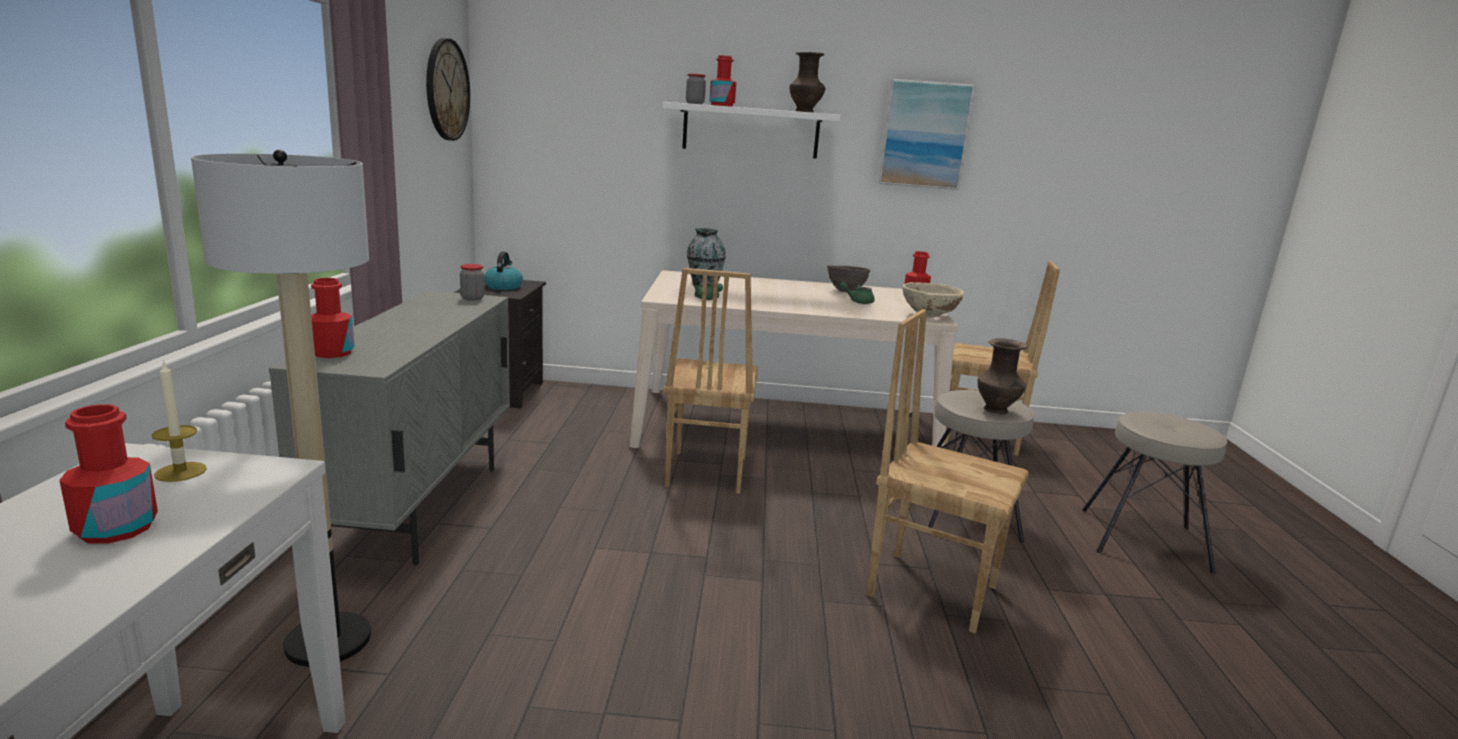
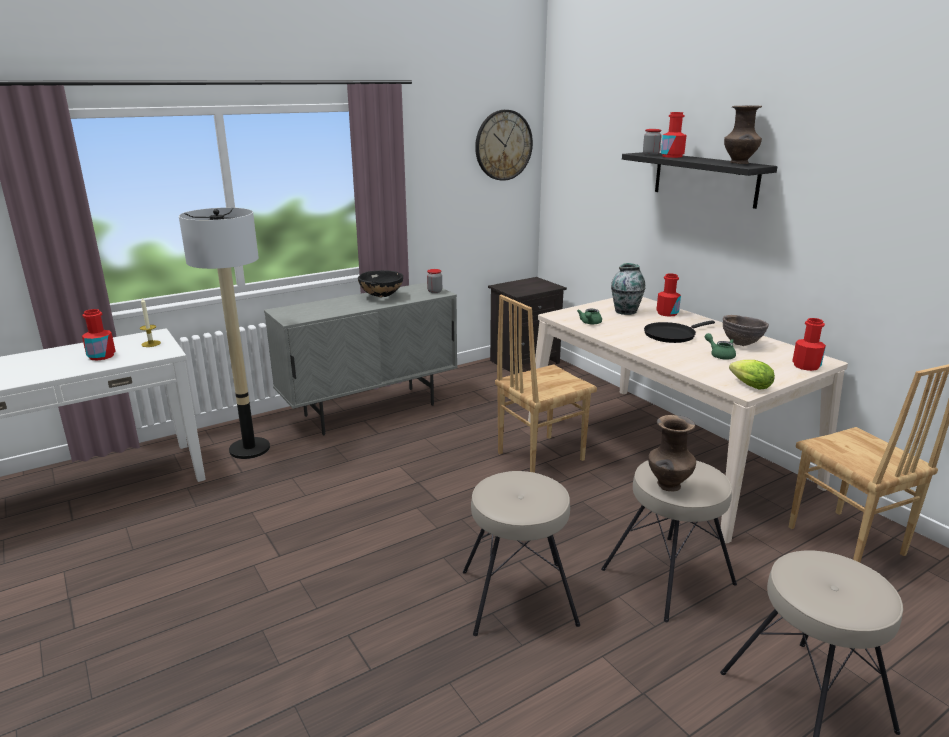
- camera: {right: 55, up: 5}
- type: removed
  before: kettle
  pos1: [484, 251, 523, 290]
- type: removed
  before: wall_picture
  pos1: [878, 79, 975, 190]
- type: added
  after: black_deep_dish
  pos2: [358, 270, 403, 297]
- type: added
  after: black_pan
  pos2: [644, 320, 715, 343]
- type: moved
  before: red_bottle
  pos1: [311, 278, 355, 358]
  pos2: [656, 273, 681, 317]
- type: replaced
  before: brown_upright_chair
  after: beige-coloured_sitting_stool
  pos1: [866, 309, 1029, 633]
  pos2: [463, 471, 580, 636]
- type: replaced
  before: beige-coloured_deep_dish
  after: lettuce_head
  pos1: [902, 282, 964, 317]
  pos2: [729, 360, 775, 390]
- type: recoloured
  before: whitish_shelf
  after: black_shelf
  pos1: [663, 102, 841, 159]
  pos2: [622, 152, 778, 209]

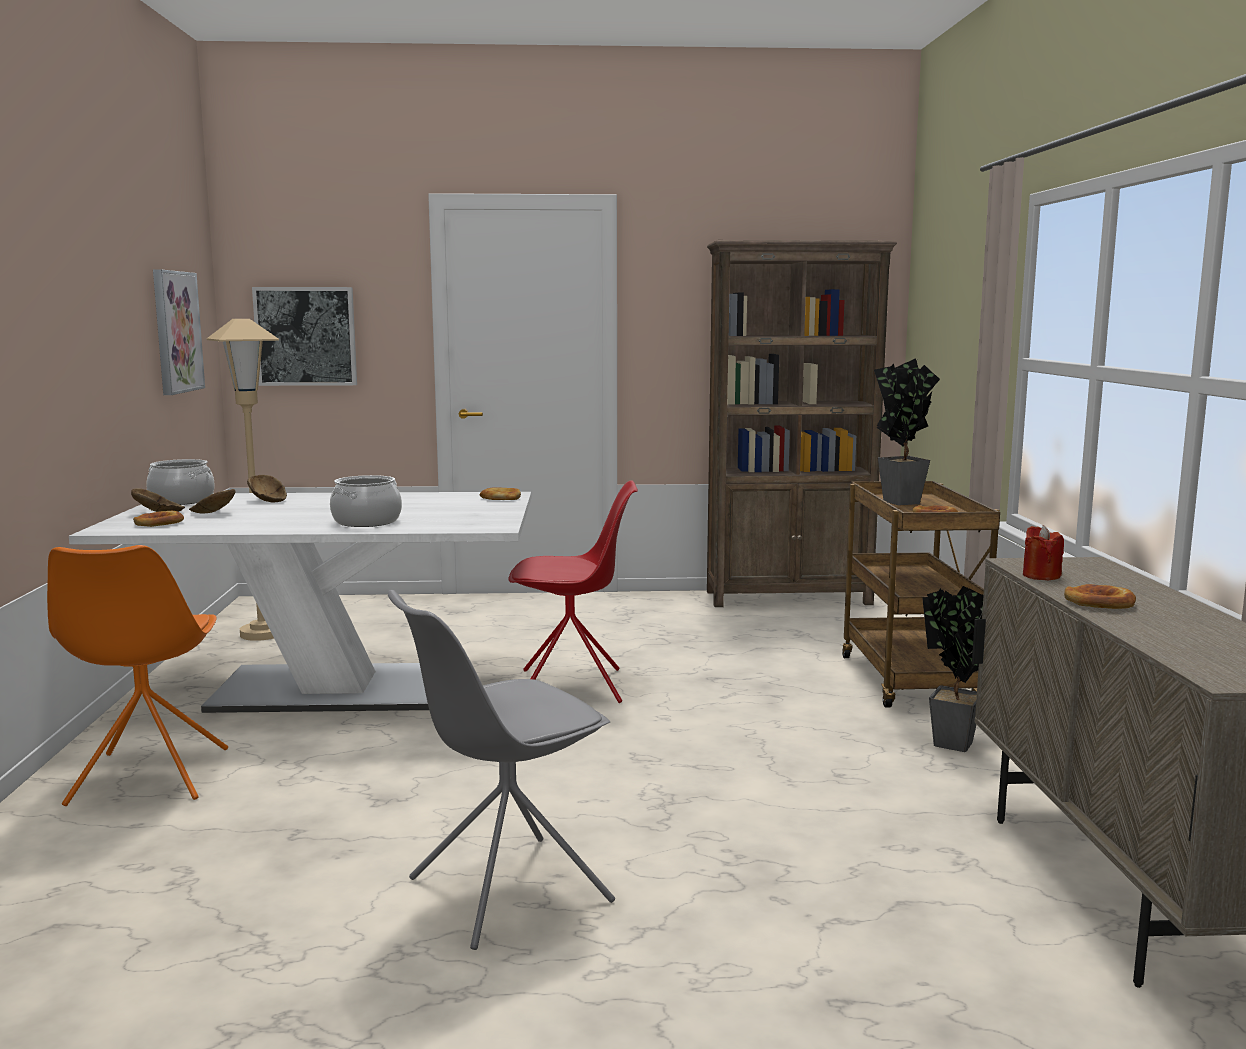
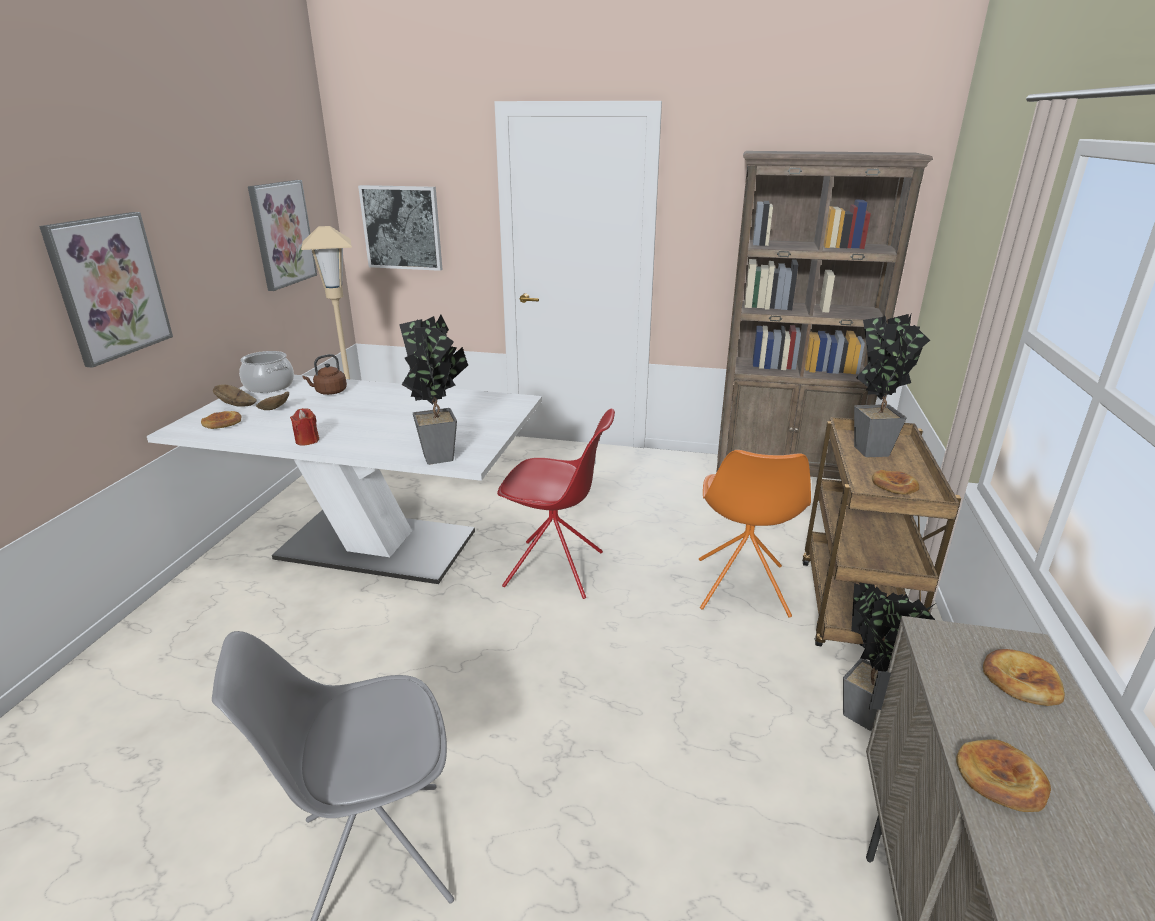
- camera: {right: 15, up: 15}
- type: removed
  before: stockpot
  pos1: [330, 475, 402, 527]
- type: added
  after: wall_picture
  pos2: [39, 212, 173, 368]
- type: added
  after: potted_plant
  pos2: [399, 315, 468, 465]
- type: moved
  before: orangey_upright_chair
  pos1: [47, 545, 228, 806]
  pos2: [699, 450, 811, 618]
- type: moved
  before: bread
  pos1: [480, 487, 521, 500]
  pos2: [983, 649, 1065, 706]
- type: moved
  before: red_wax_light
  pos1: [1023, 525, 1064, 580]
  pos2: [290, 408, 319, 446]
- type: replaced
  before: brown_deep_dish
  after: brown_kettle
  pos1: [247, 475, 287, 503]
  pos2: [303, 354, 347, 395]

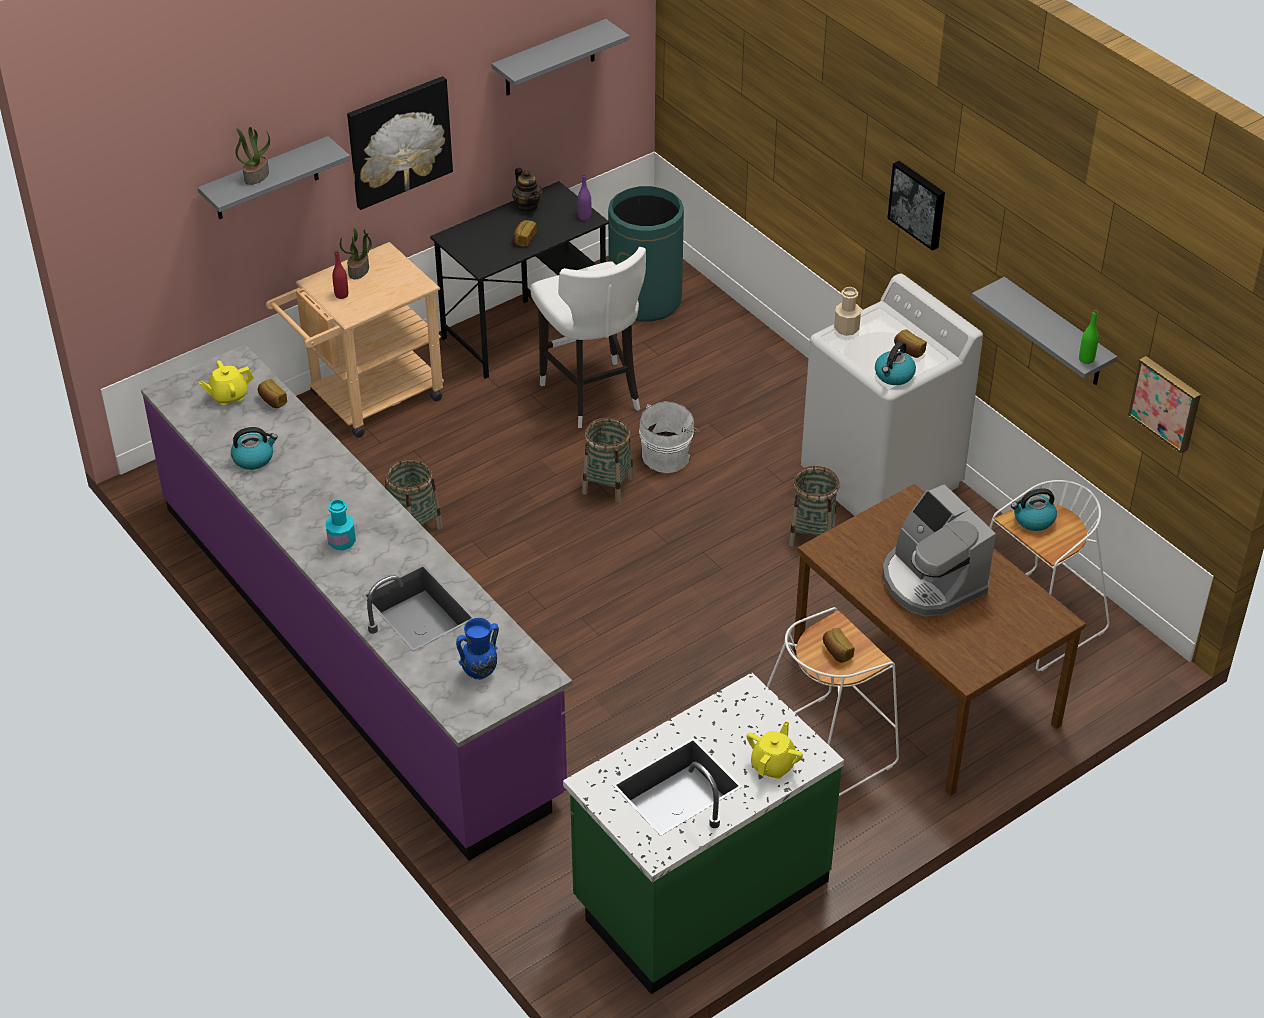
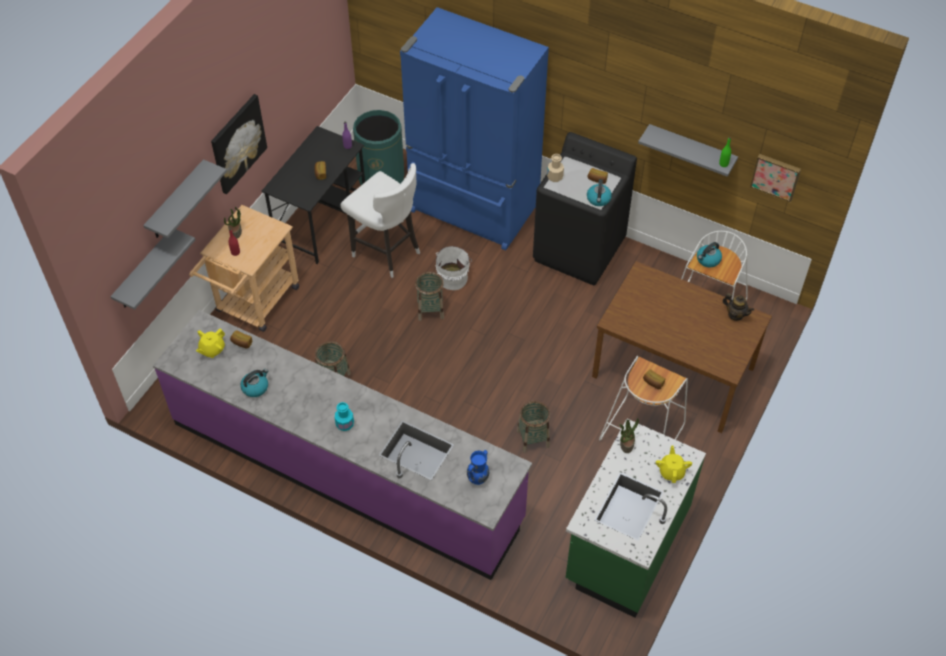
- camera: {right: -25, up: 10}
- type: removed
  before: coffee_brewer
  pos1: [882, 484, 996, 617]
- type: removed
  before: wall_picture
  pos1: [887, 161, 945, 251]
- type: added
  after: bluish_refrigerator
  pos2: [400, 7, 549, 251]
- type: moved
  before: potted_plant
  pos1: [235, 127, 270, 185]
  pos2: [619, 418, 639, 453]
- type: moved
  before: grey_shelf
  pos1: [491, 19, 629, 96]
  pos2: [110, 229, 195, 310]
- type: moved
  before: pot_for_tea
  pos1: [512, 168, 543, 212]
  pos2: [722, 293, 754, 321]
- type: moved
  before: basket
  pos1: [789, 466, 839, 547]
  pos2: [517, 401, 550, 453]
- type: recoloured
  before: whitish_laundry_machine
  after: black_laundry_machine
  pos1: [801, 274, 983, 516]
  pos2: [533, 132, 637, 285]

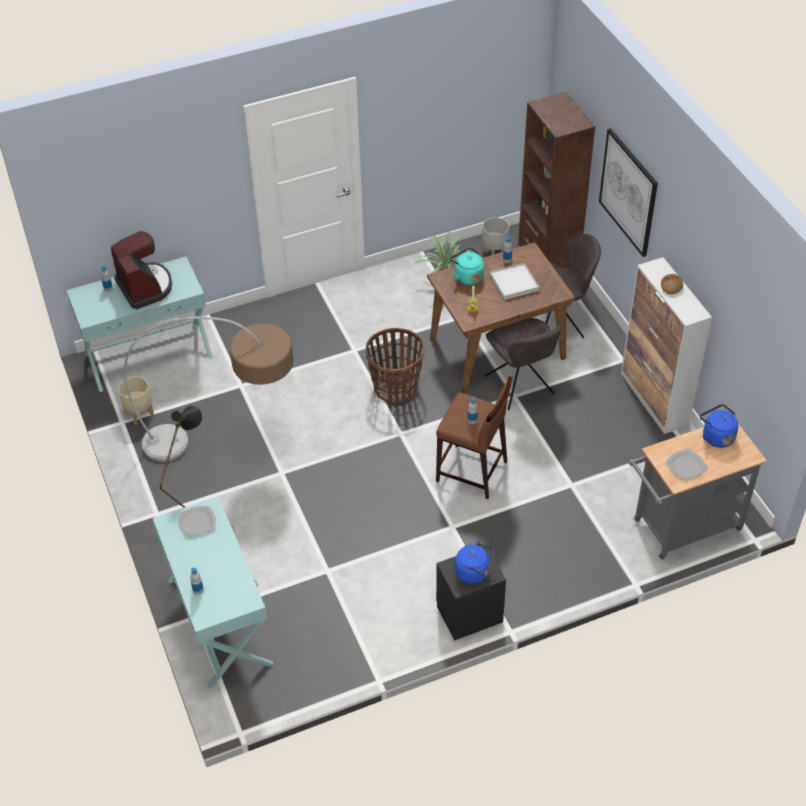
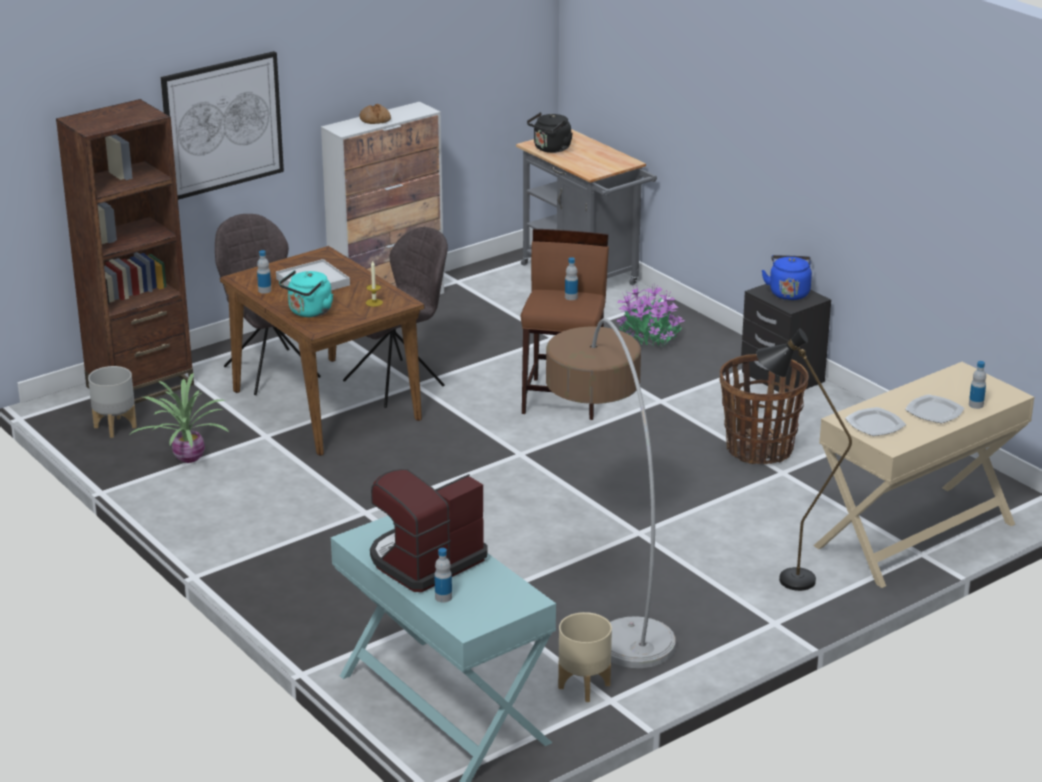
- camera: {right: -105, up: -20}
- type: added
  after: potted_plant
  pos2: [617, 283, 685, 346]
- type: moved
  before: basket
  pos1: [366, 328, 424, 404]
  pos2: [720, 354, 809, 464]
- type: moved
  before: dinner_plate
  pos1: [665, 449, 708, 481]
  pos2: [905, 394, 964, 424]
- type: recoloured
  before: turquoise_hall_table
  after: beige-coloured_hall_table
  pos1: [153, 496, 274, 689]
  pos2: [813, 362, 1034, 588]
- type: recoloured
  before: bluish_kettle
  after: black_kettle
  pos1: [700, 404, 738, 448]
  pos2: [527, 112, 573, 153]

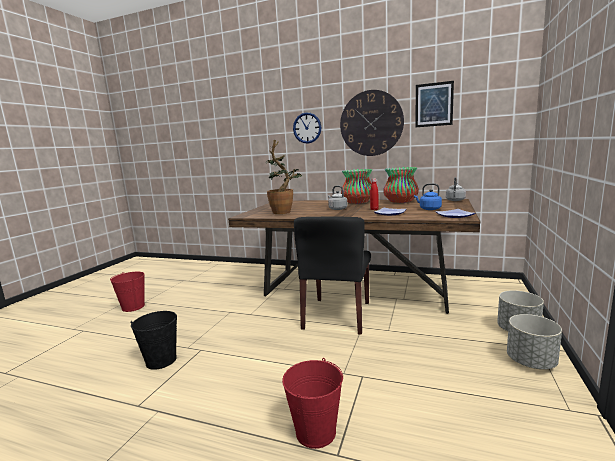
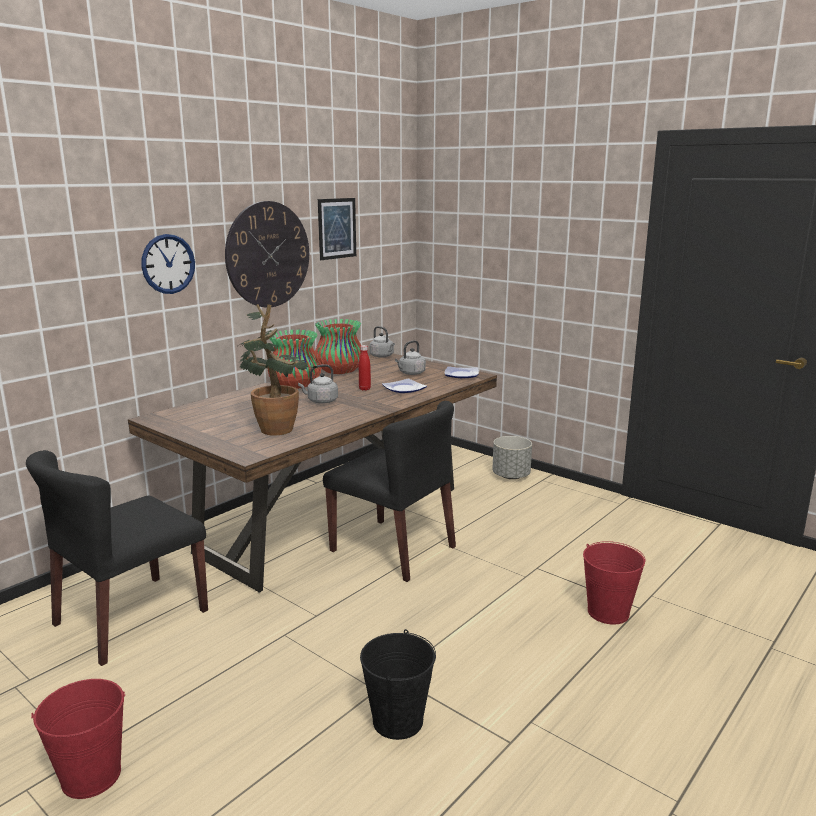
- camera: {right: -70, up: 5}
- type: removed
  before: grey_planter
  pos1: [507, 314, 562, 369]
- type: added
  after: black_upright_chair
  pos2: [26, 450, 208, 666]
- type: recoloured
  before: bluish_kettle
  after: grey_kettle
  pos1: [414, 183, 442, 210]
  pos2: [395, 340, 426, 375]

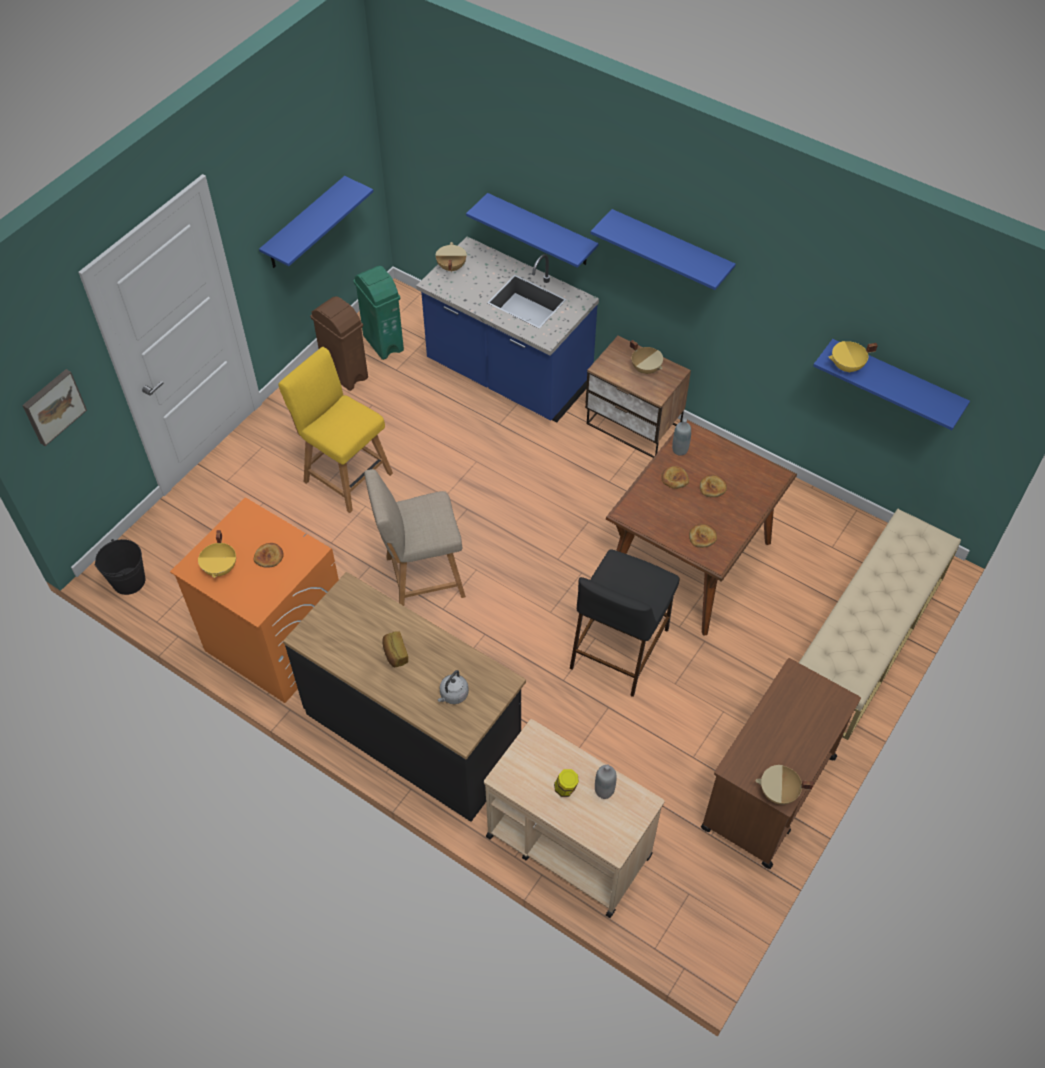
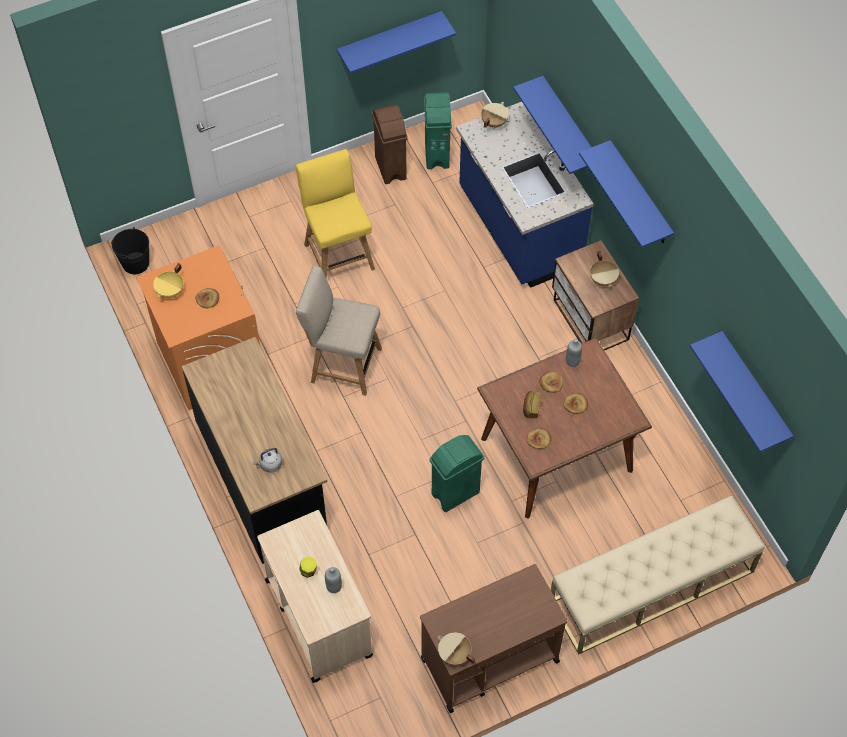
- camera: {right: 30, up: 5}
- type: removed
  before: wall_picture
  pos1: [22, 369, 87, 446]
- type: removed
  before: yellow-coloured_stockpot
  pos1: [829, 341, 878, 373]
- type: moved
  before: bread
  pos1: [382, 632, 408, 667]
  pos2: [523, 391, 542, 419]
- type: replaced
  before: black_sitting_stool
  after: green_waste_bin
  pos1: [570, 549, 679, 697]
  pos2: [429, 435, 484, 512]

